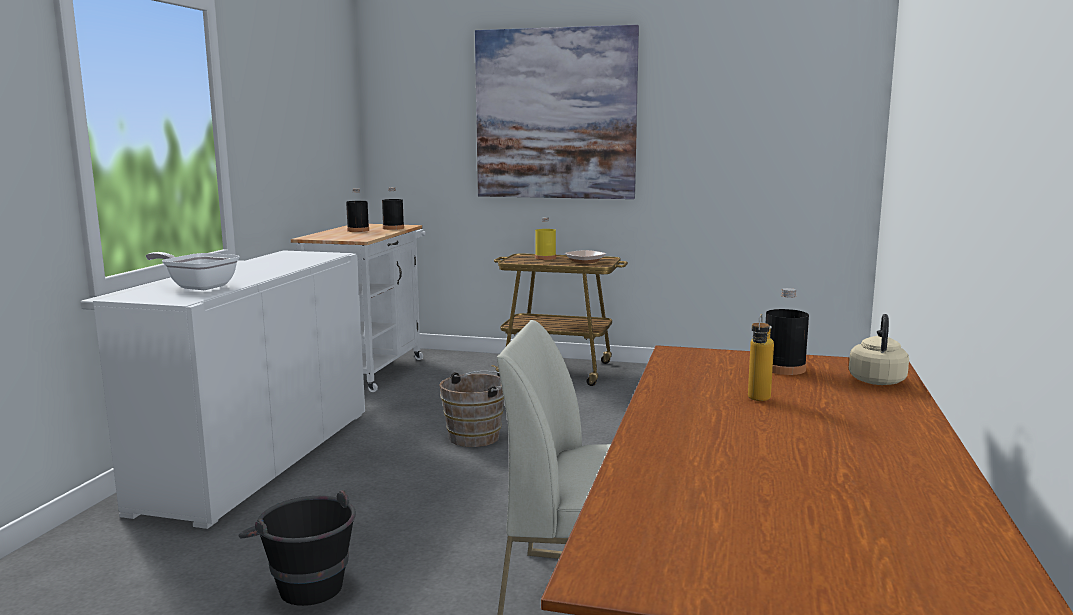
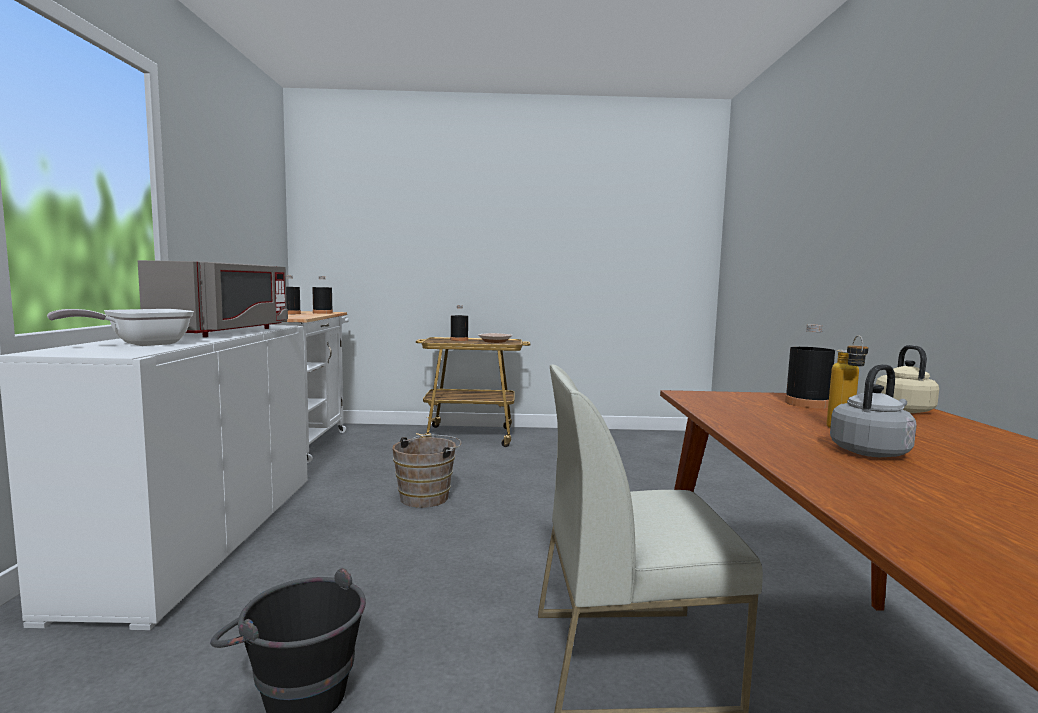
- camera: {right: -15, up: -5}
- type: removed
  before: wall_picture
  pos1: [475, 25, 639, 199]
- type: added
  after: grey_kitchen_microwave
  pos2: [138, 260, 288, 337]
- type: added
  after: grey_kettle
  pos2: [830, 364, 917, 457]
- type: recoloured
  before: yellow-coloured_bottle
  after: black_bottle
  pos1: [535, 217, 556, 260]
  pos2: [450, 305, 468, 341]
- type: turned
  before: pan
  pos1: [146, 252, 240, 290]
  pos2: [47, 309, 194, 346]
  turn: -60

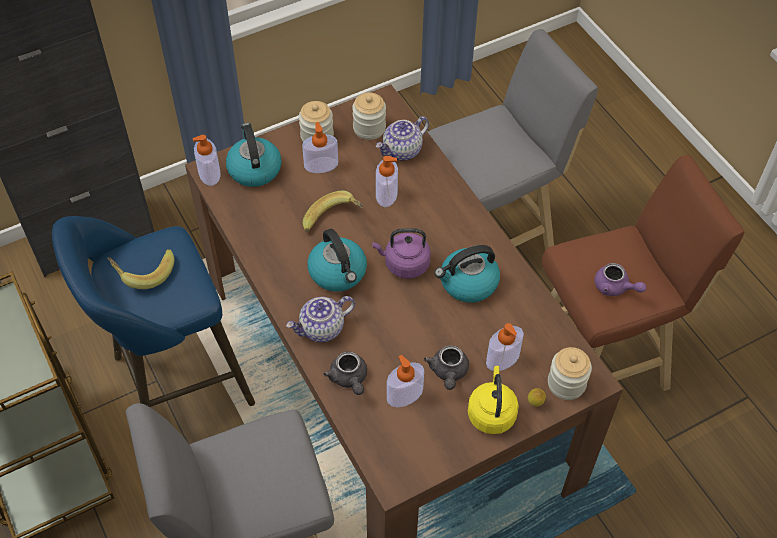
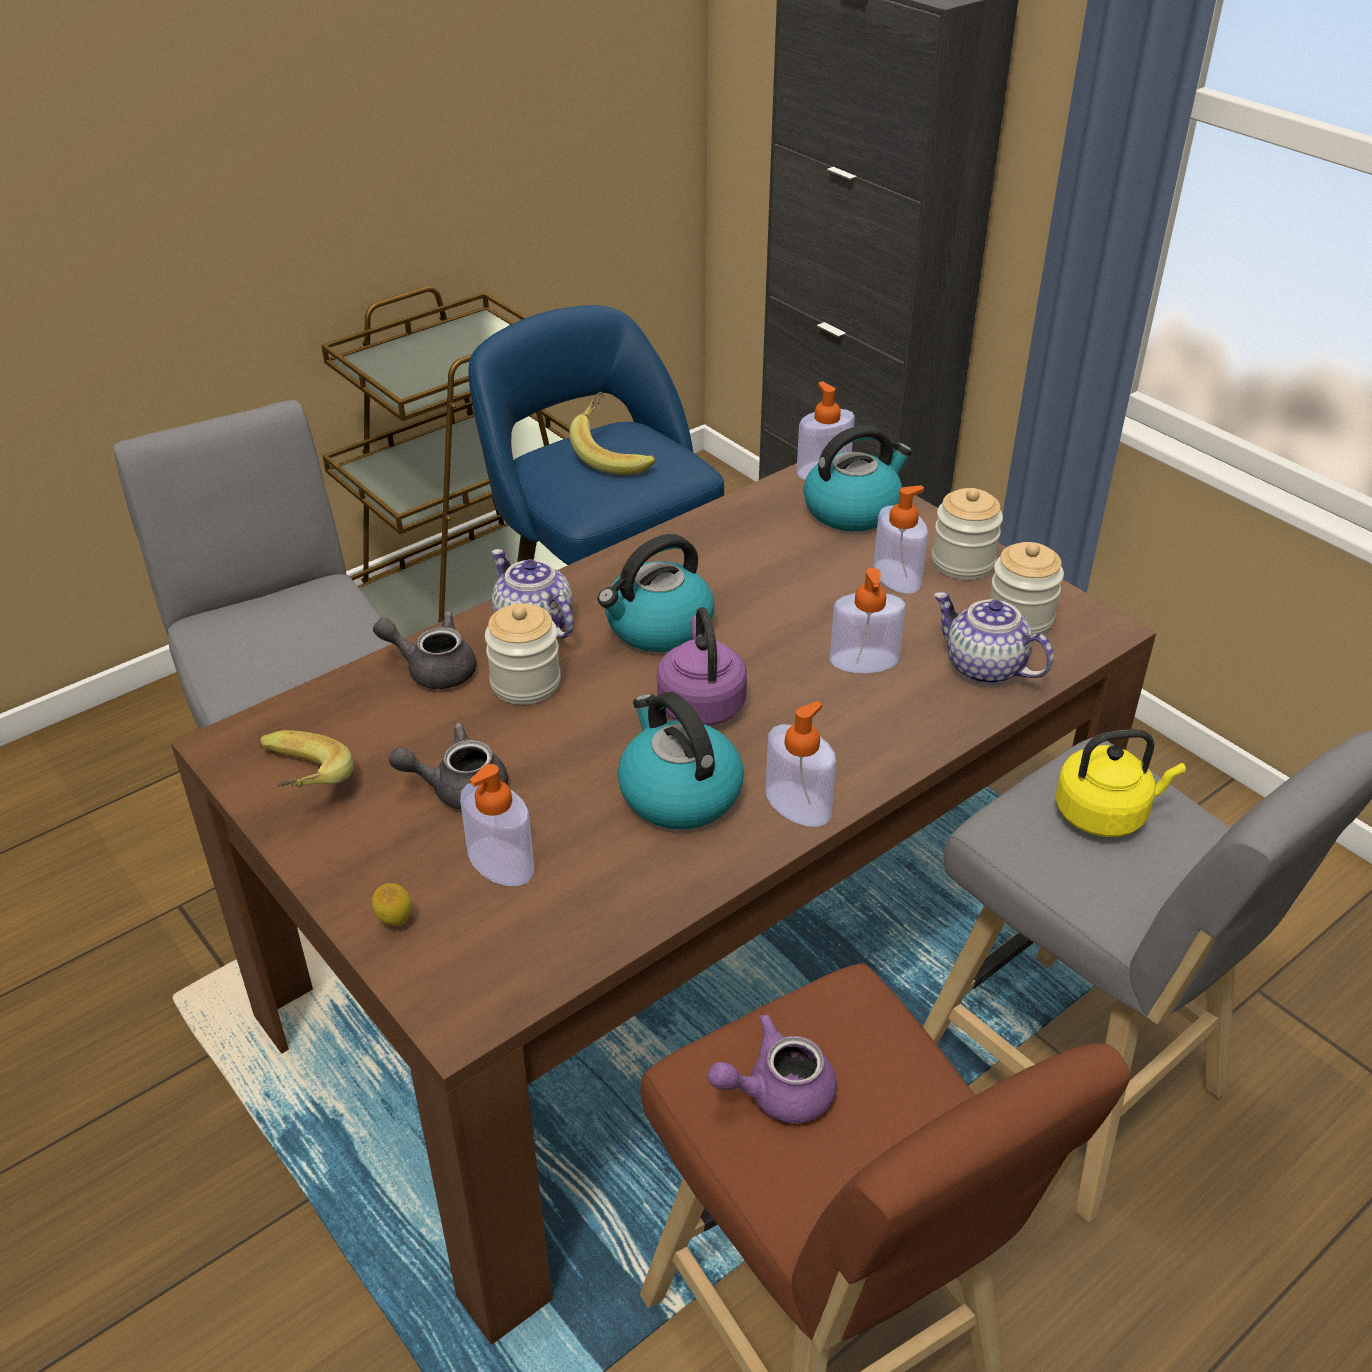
- camera: {right: 80, up: -15}
- type: moved
  before: banana
  pos1: [303, 191, 363, 232]
  pos2: [259, 730, 353, 788]
- type: moved
  before: liquid_soap_bottle
  pos1: [387, 355, 424, 407]
  pos2: [766, 701, 836, 827]
- type: moved
  before: yellow-coloured_kettle
  pos1: [468, 366, 519, 434]
  pos2: [1055, 729, 1186, 837]
- type: moved
  before: jar
  pos1: [548, 347, 592, 400]
  pos2: [485, 603, 561, 705]
- type: turned
  before: grey_pot_for_tea
  pos1: [323, 351, 367, 395]
  pos2: [373, 612, 476, 689]
  turn: 45
- type: turned
  before: purplish_pot_for_tea
  pos1: [594, 263, 646, 296]
  pos2: [708, 1014, 837, 1123]
  turn: 45

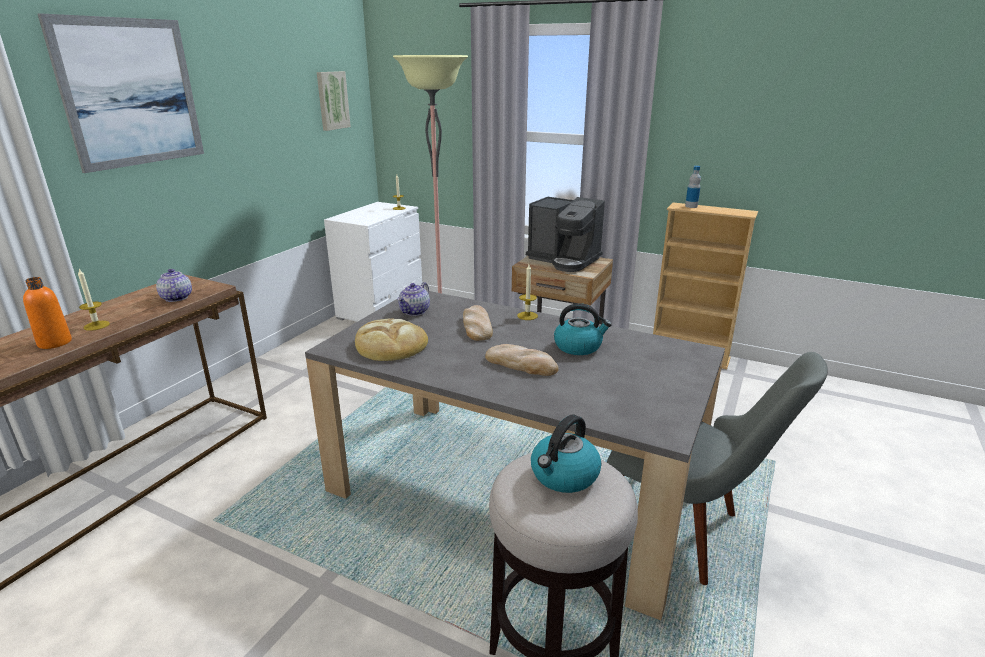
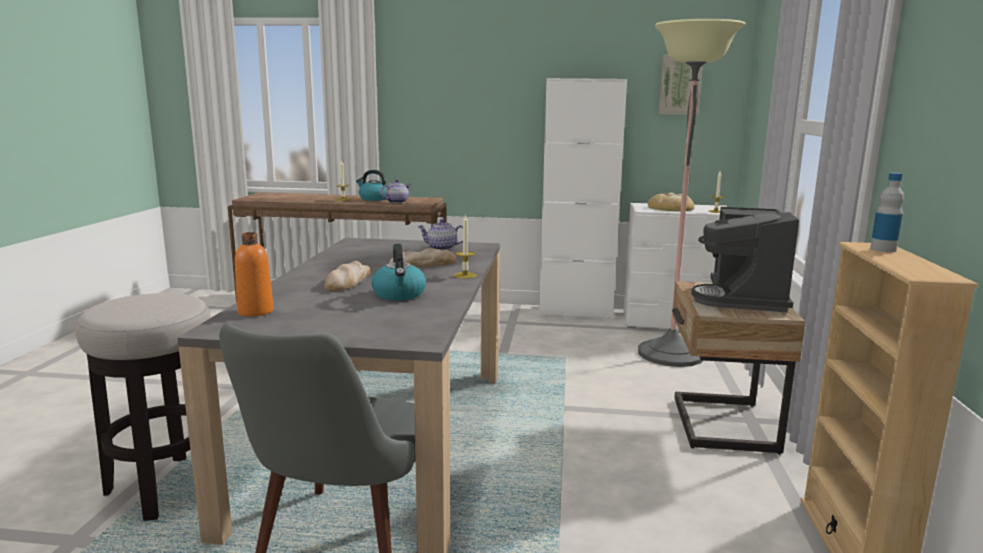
- camera: {right: 70, up: -10}
- type: removed
  before: wall_picture
  pos1: [38, 13, 204, 173]
- type: added
  after: whitish_cupboard
  pos2: [539, 78, 627, 319]
- type: moved
  before: orangey_bottle
  pos1: [23, 277, 72, 349]
  pos2: [235, 232, 274, 317]
- type: moved
  before: bread
  pos1: [355, 319, 428, 361]
  pos2: [648, 193, 695, 211]
- type: moved
  before: kettle
  pos1: [531, 415, 601, 493]
  pos2: [356, 170, 386, 201]

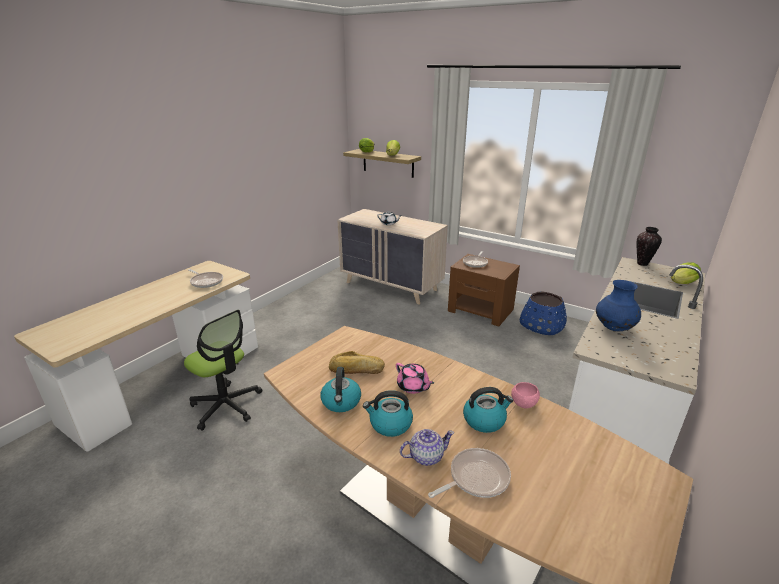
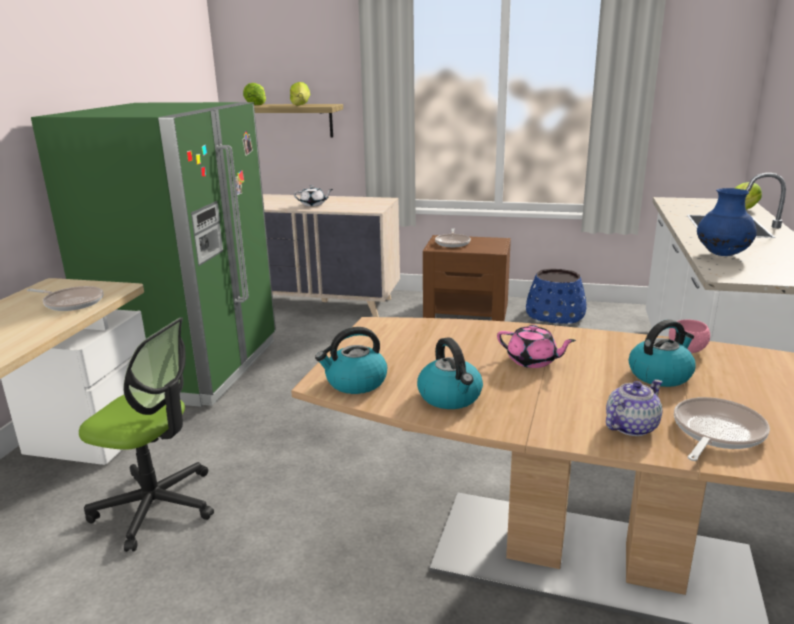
- camera: {right: -20, up: -5}
- type: removed
  before: bread
  pos1: [329, 351, 385, 374]
- type: removed
  before: decorative_vase
  pos1: [637, 227, 662, 266]
- type: added
  after: green_refrigerator
  pos2: [31, 102, 276, 407]
- type: moved
  before: kettle
  pos1: [363, 390, 413, 437]
  pos2: [315, 327, 387, 394]

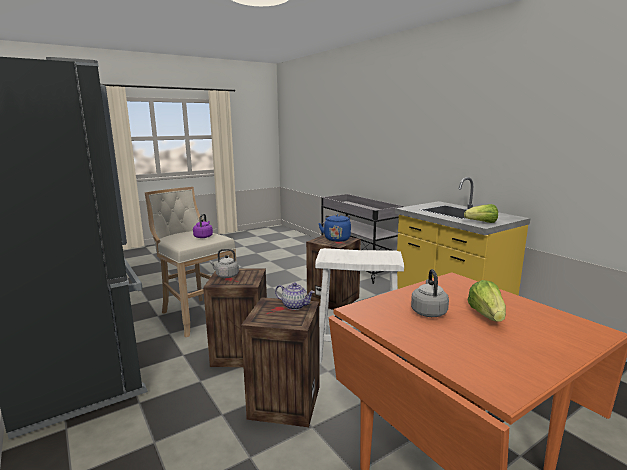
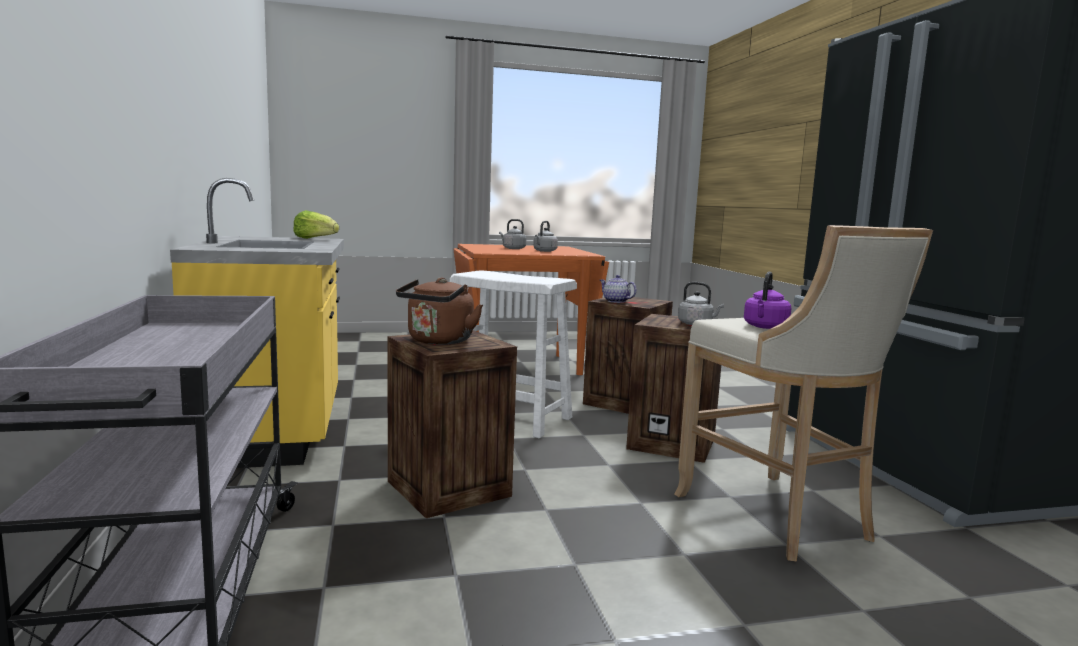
- camera: {right: -160, up: -5}
- type: replaced
  before: lettuce_head
  after: grey_kettle
  pos1: [468, 280, 506, 322]
  pos2: [499, 219, 526, 249]
- type: recoloured
  before: bluish_kettle
  after: brown_kettle
  pos1: [318, 214, 351, 242]
  pos2: [396, 278, 483, 345]

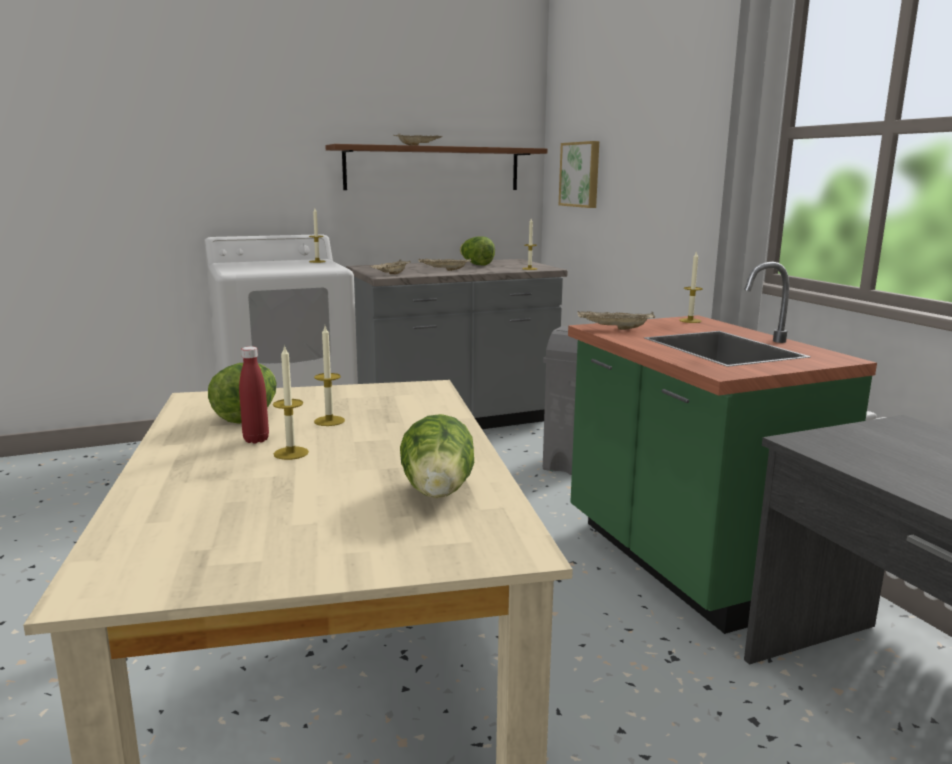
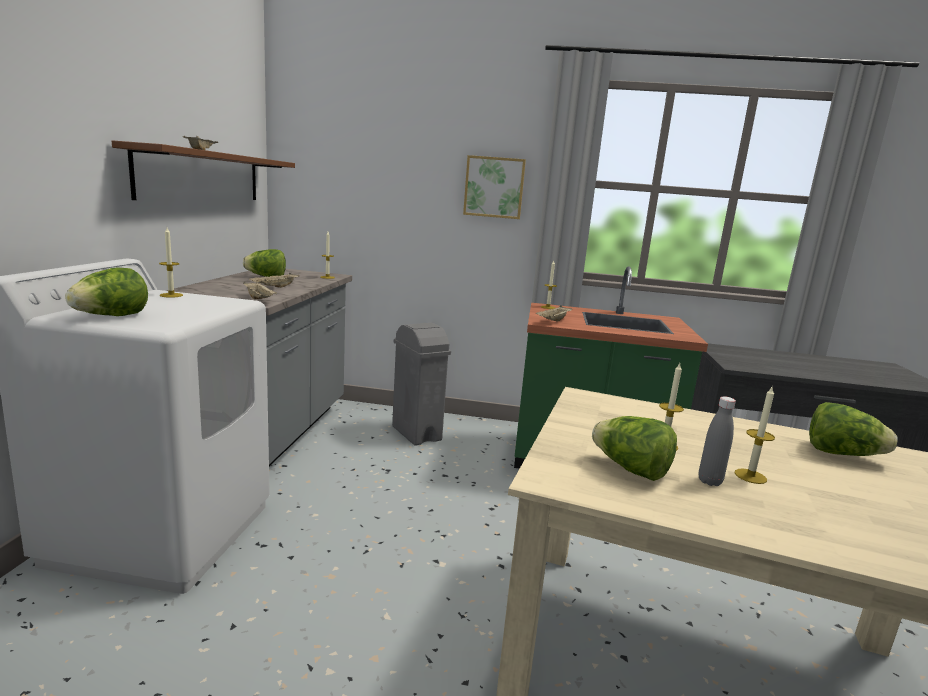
- camera: {right: -60, up: 0}
- type: added
  after: lettuce_head
  pos2: [65, 268, 148, 316]
- type: moved
  before: wall_picture
  pos1: [559, 141, 599, 208]
  pos2: [463, 155, 526, 219]
- type: recoloured
  before: red_bottle
  after: grey_bottle
  pos1: [239, 346, 269, 443]
  pos2: [699, 396, 736, 486]

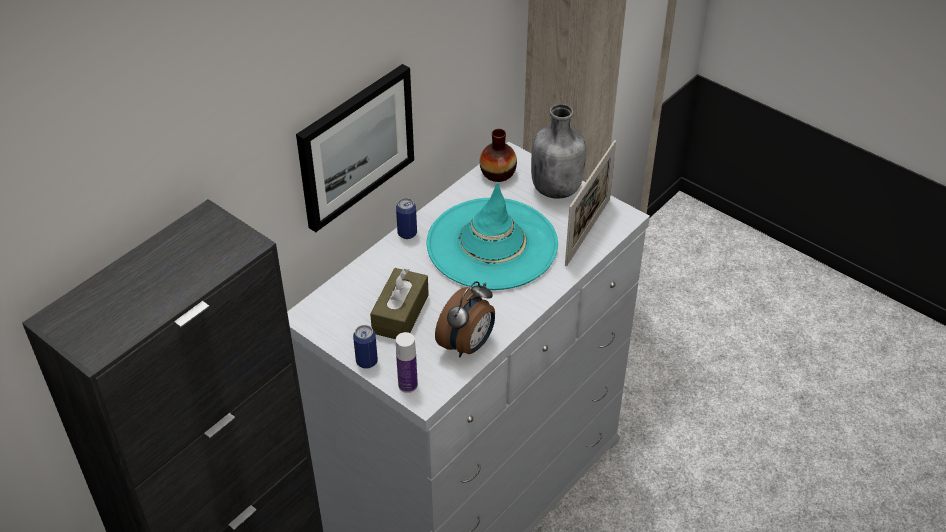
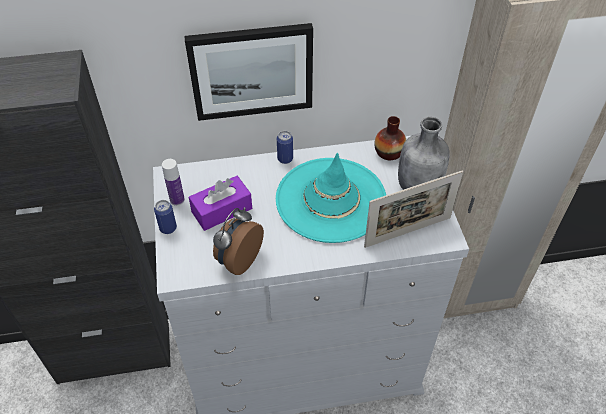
- camera: {right: 40, up: 5}
- type: moved
  before: bottle
  pos1: [396, 332, 418, 393]
  pos2: [162, 159, 185, 206]
- type: recoloured
  before: brown_box_of_tissues
  after: purplish_box_of_tissues
  pos1: [370, 268, 429, 339]
  pos2: [189, 176, 252, 231]
- type: turned
  before: table_clock
  pos1: [435, 281, 495, 357]
  pos2: [213, 207, 264, 275]
  turn: 135

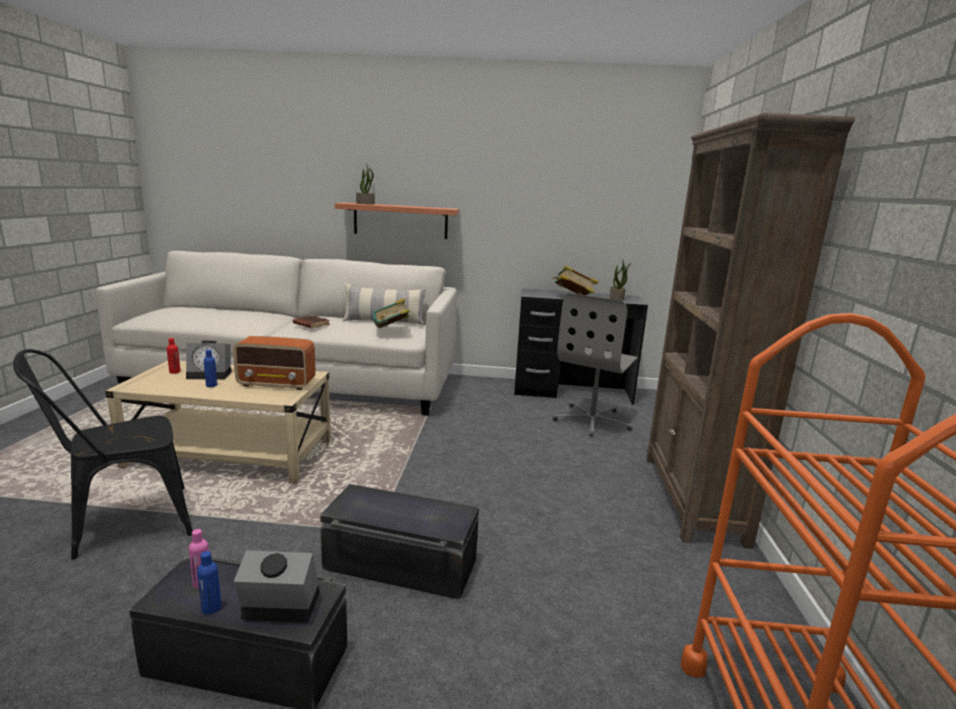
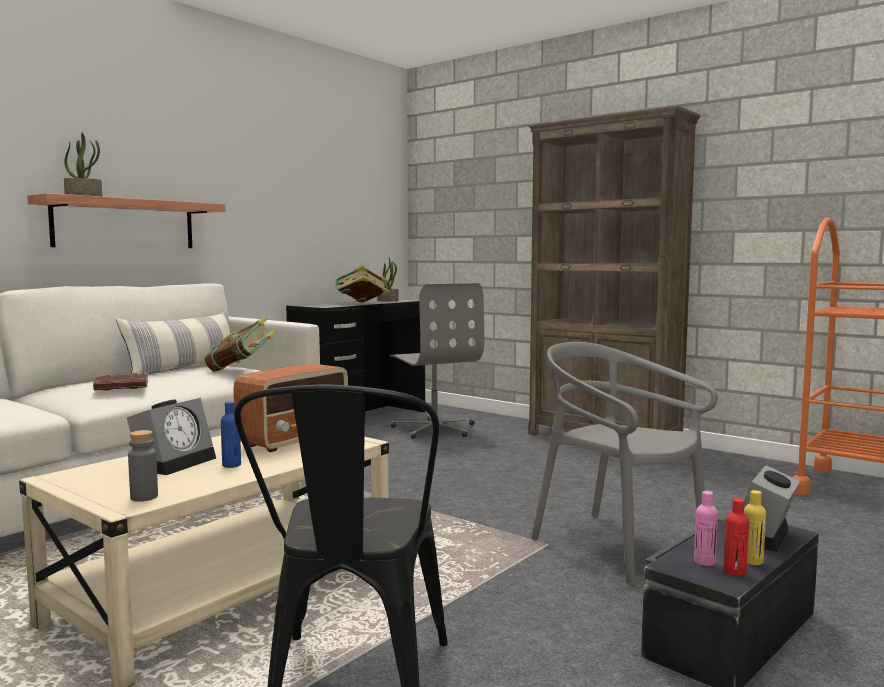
- camera: {right: -55, up: -10}
- type: added
  after: grey_bottle
  pos2: [128, 430, 158, 502]
- type: moved
  before: red_bottle
  pos1: [167, 338, 180, 374]
  pos2: [724, 498, 749, 576]
- type: replaced
  before: black_storage_bin
  after: grey_upright_chair
  pos1: [320, 484, 479, 600]
  pos2: [531, 342, 718, 585]
- type: recoloured
  before: bluish_bottle
  after: yellow-coloured_bottle
  pos1: [197, 551, 221, 614]
  pos2: [744, 490, 766, 565]

